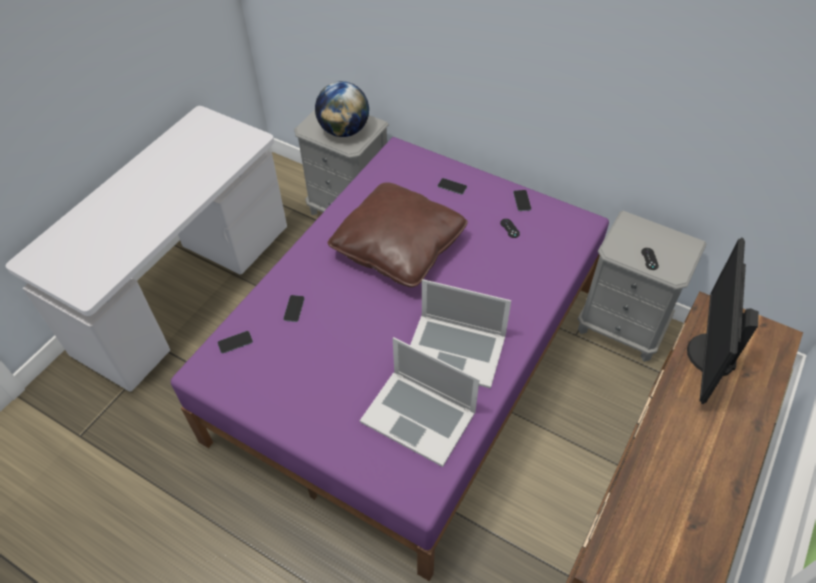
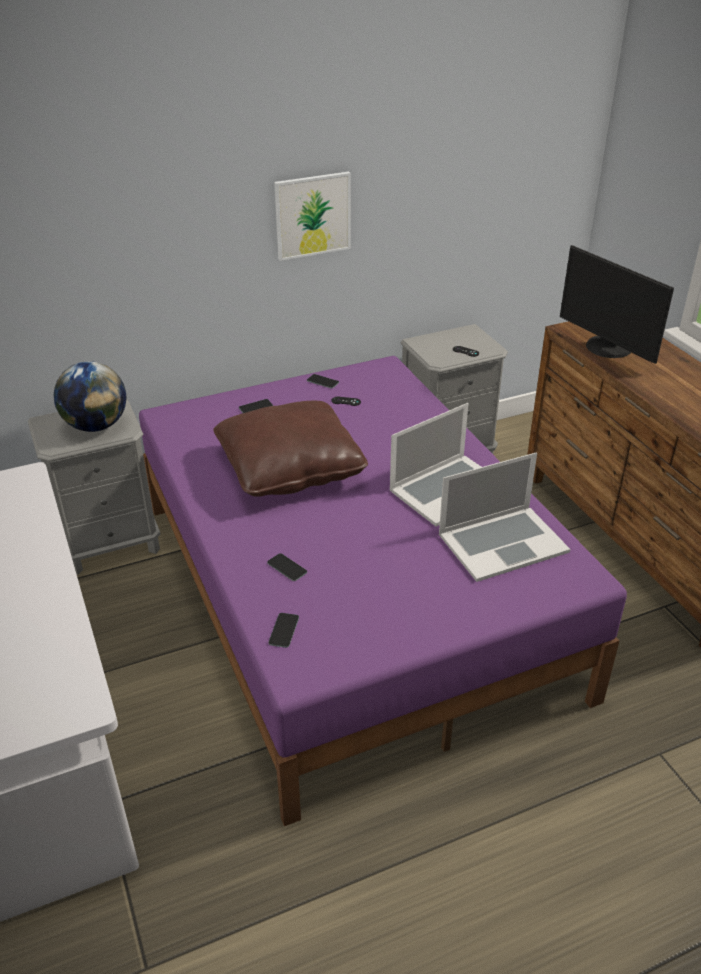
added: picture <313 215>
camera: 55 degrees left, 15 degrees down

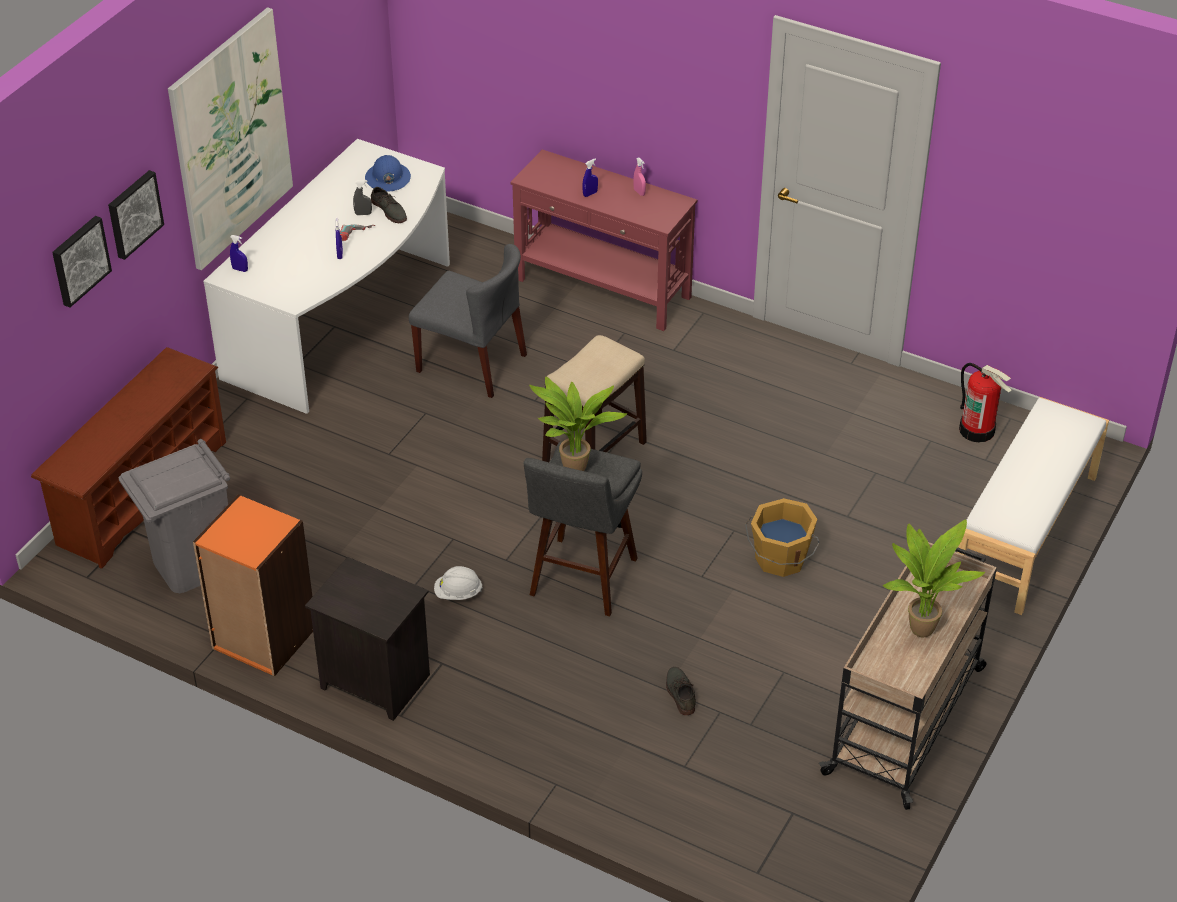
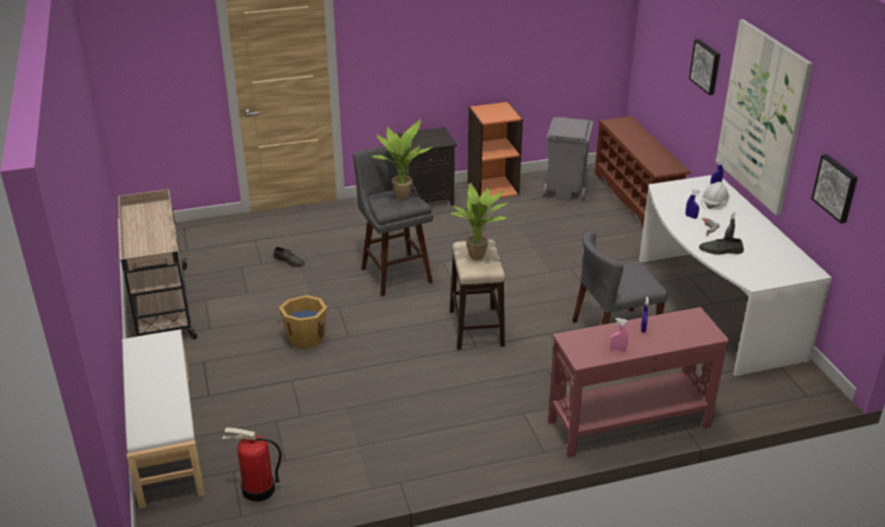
removed: hard hat (blue) <387 178>
moved: potted plant <919 627> to <479 257>; hard hat (white) <458 593> to <714 203>; picture <79 260> to <836 188>
camera: 135 degrees right, 10 degrees down

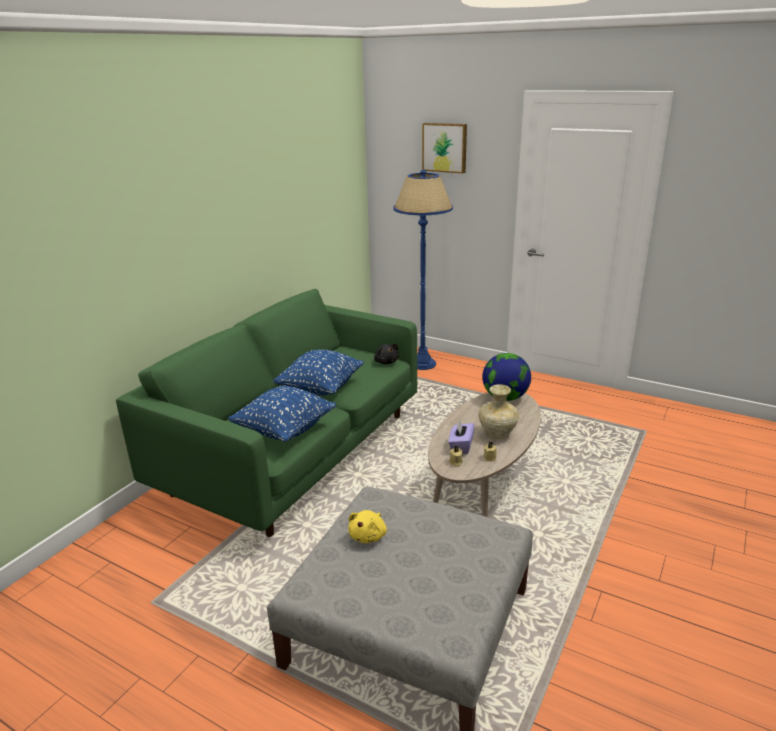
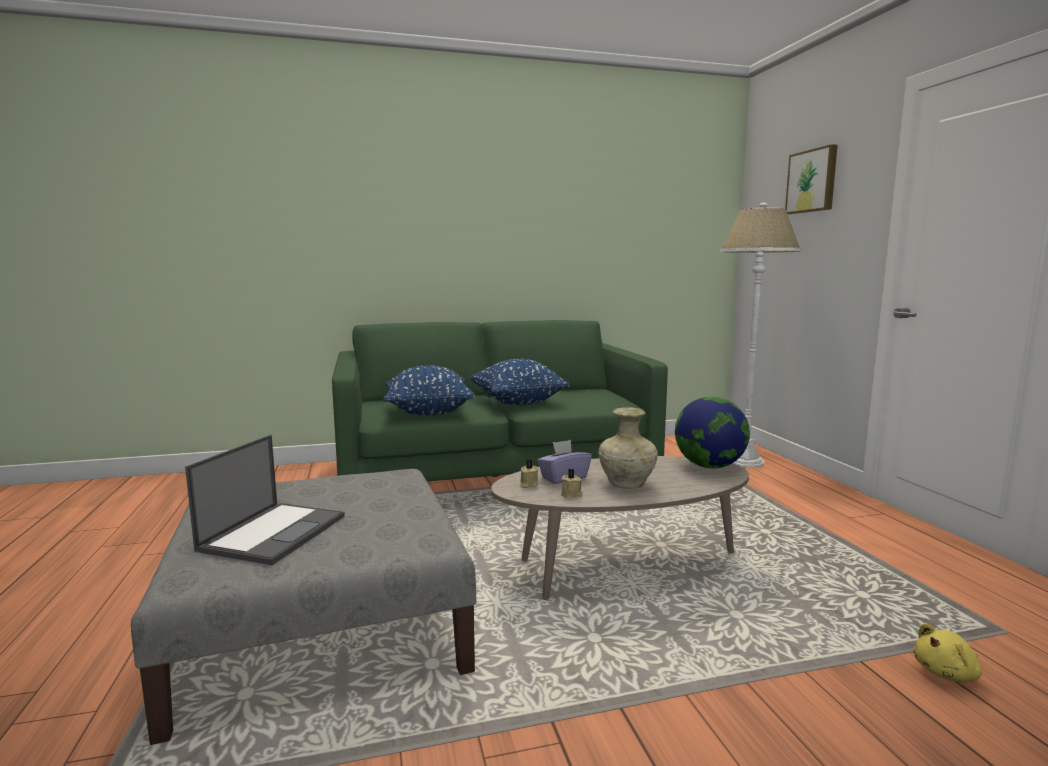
removed: plush toy (black) <386 362>
added: laptop <274 532>
moved: plush toy (yellow) <368 536> to <947 673>
recoloured: floor lamp (blue) <423 364> to floor lamp (white) <745 461>
camera: 45 degrees right, 15 degrees down

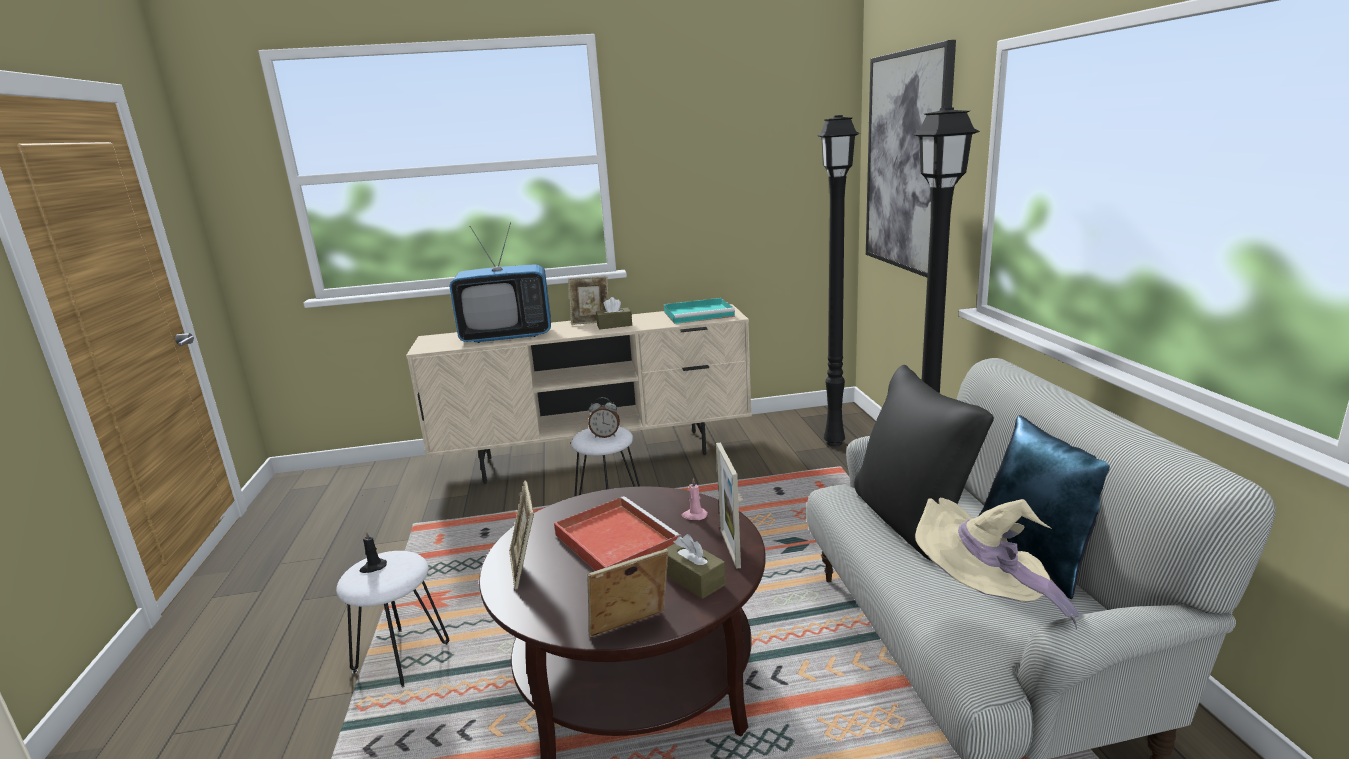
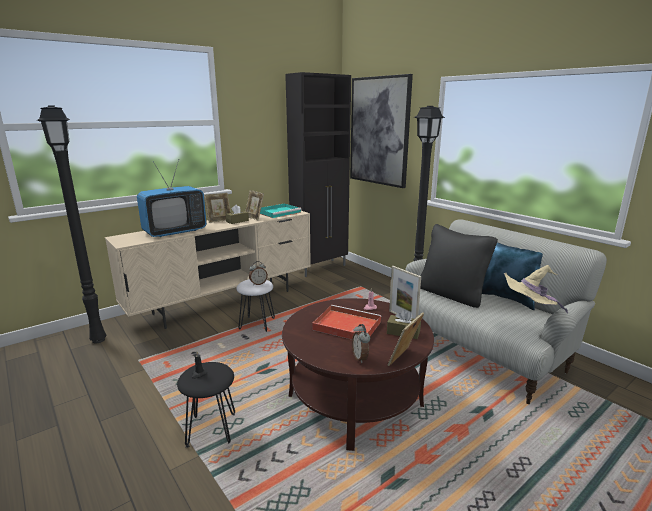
added: cabinet (black) <320 268>; alarm clock <360 358>
moved: floor lamp (black) <835 442> to <99 339>; picture frame <526 567> to <254 217>
recoloured: stool (white) <402 657> to stool (black) <211 429>
camera: 30 degrees left, 0 degrees up

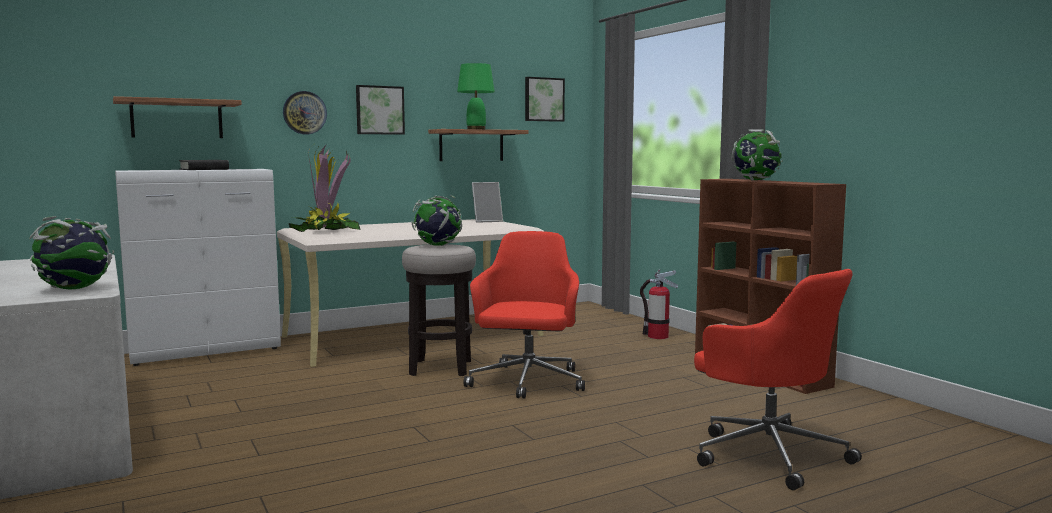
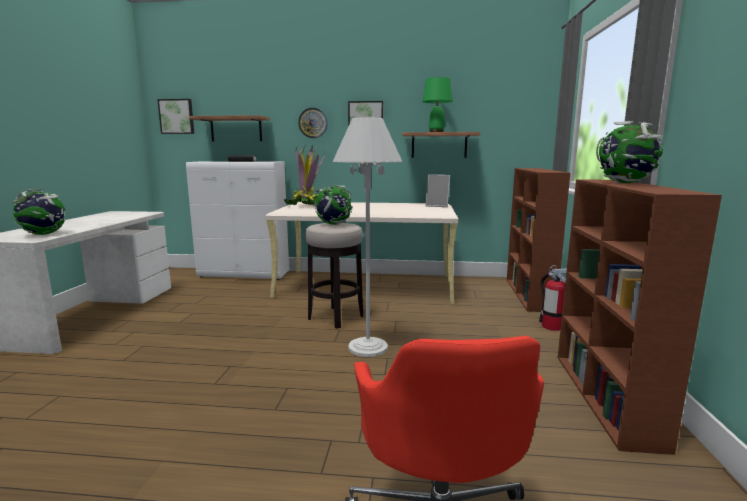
added: bookcase (brown) <529 295>
moved: picture <543 99> to <177 116>
replaced: office chair (red) <527 382> to floor lamp (white) <368 347>
camera: 35 degrees right, 5 degrees up

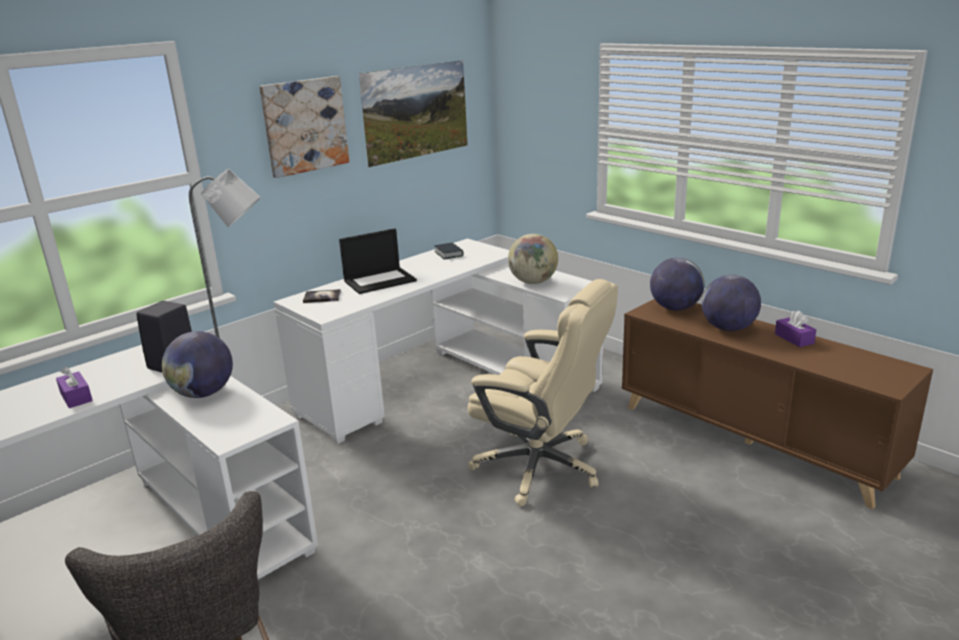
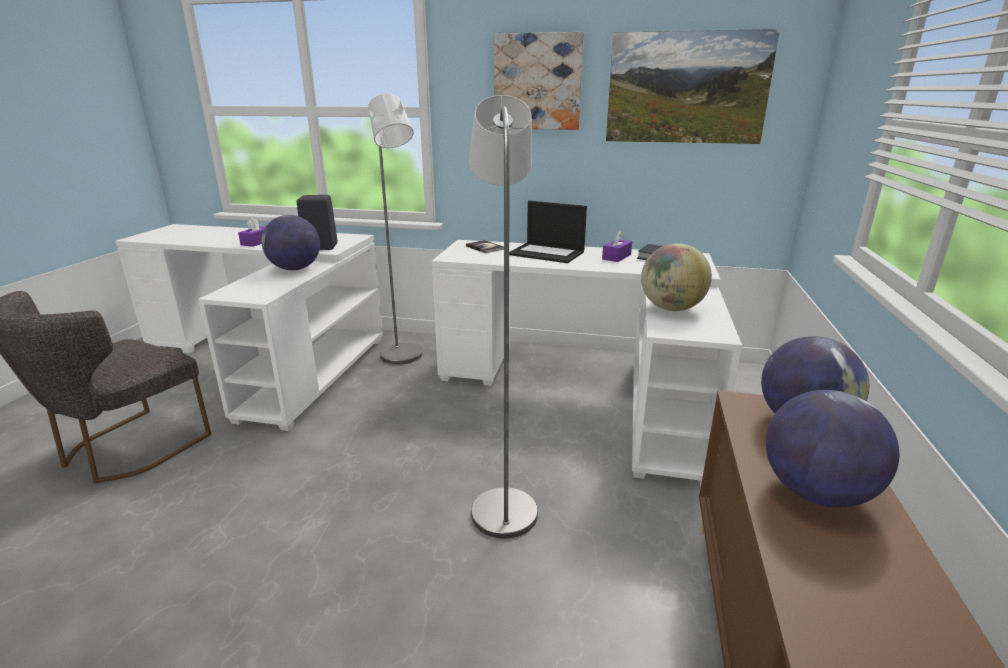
moved: tissue box (purple) <794 338> to <616 257>
replaced: office chair (beige) <541 467> to floor lamp (grey) <503 504>
camera: 55 degrees right, 0 degrees up

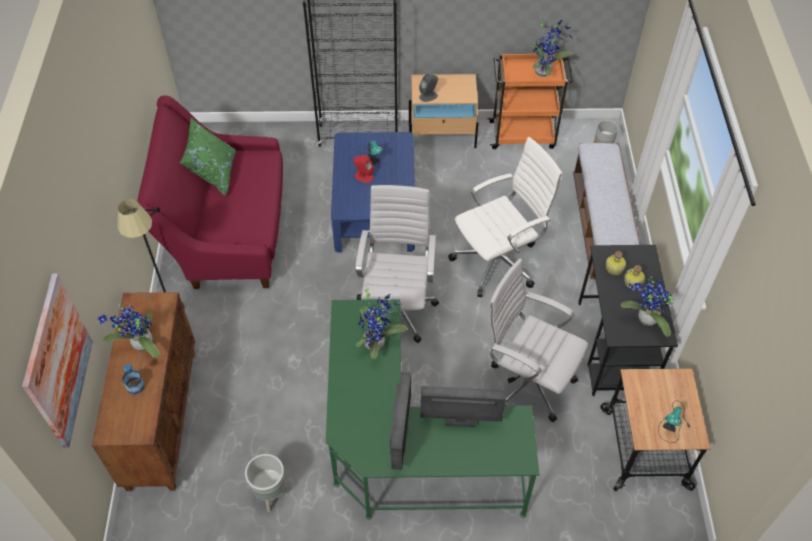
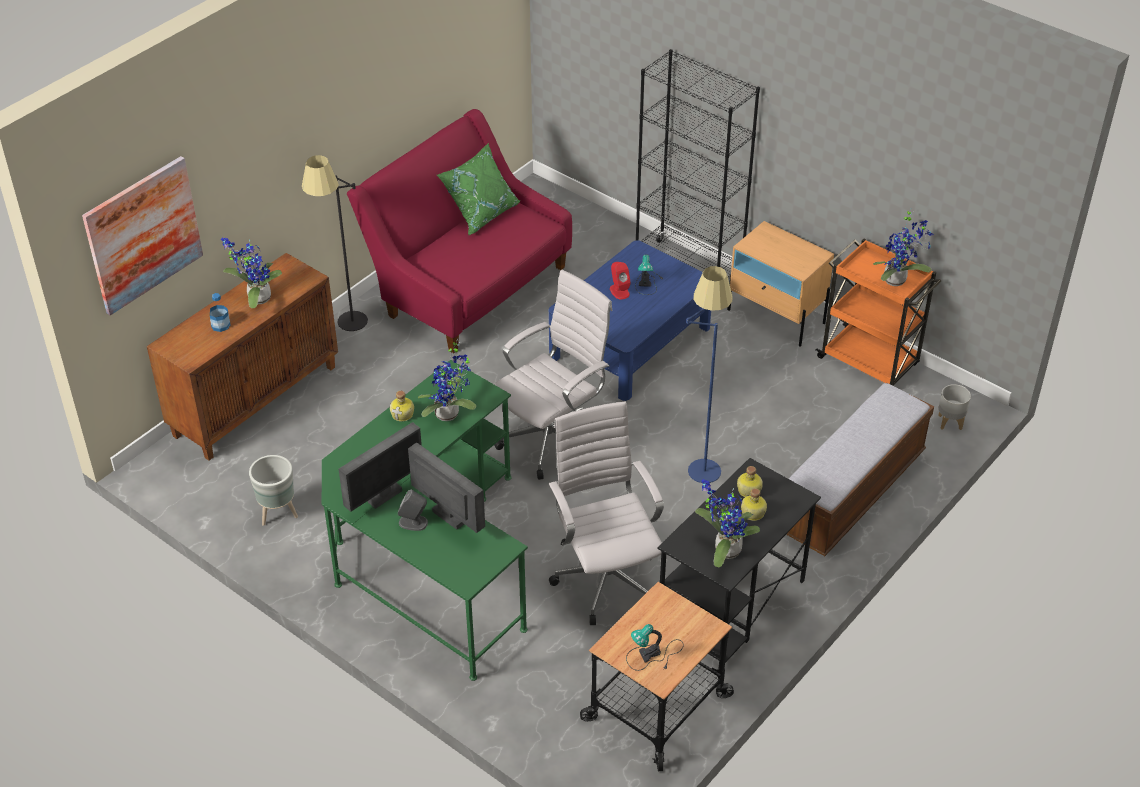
added: bottle <403 414>
moved: speaker (grey) <428 96> to <413 522>
replaced: office chair (white) <498 261> to floor lamp (blue) <701 460>
camera: 40 degrees right, 10 degrees down

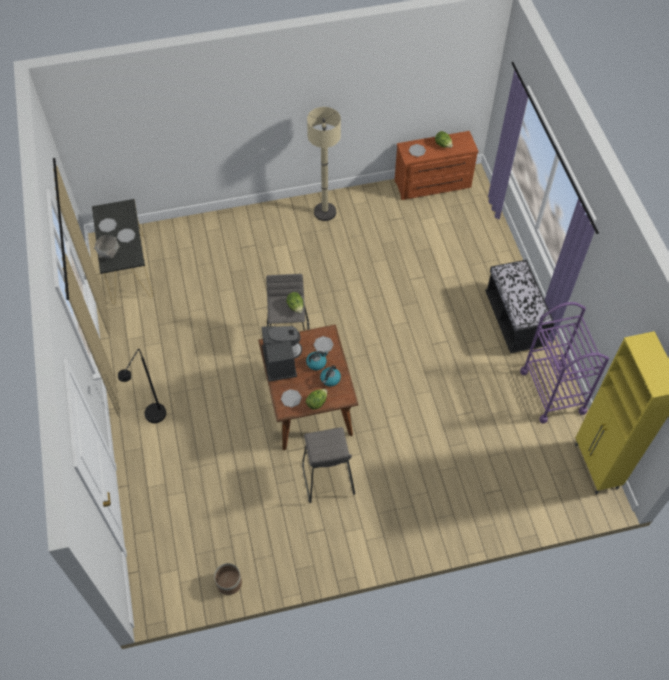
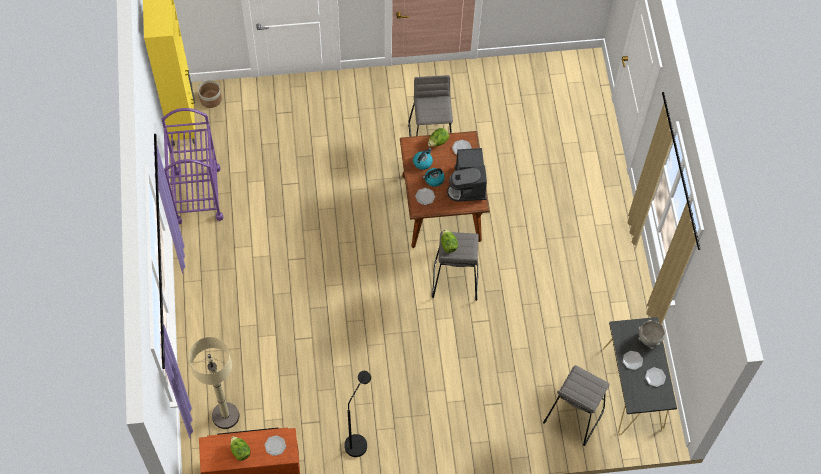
removed: bench (black) <514 320>
added: stool (grey) <573 416>
moved: floor lamp (beige) <325 212> to <225 416>; planter <229 582> to <211 99>; floor lamp (black) <153 419> to <358 440>
camera: 175 degrees left, 5 degrees up

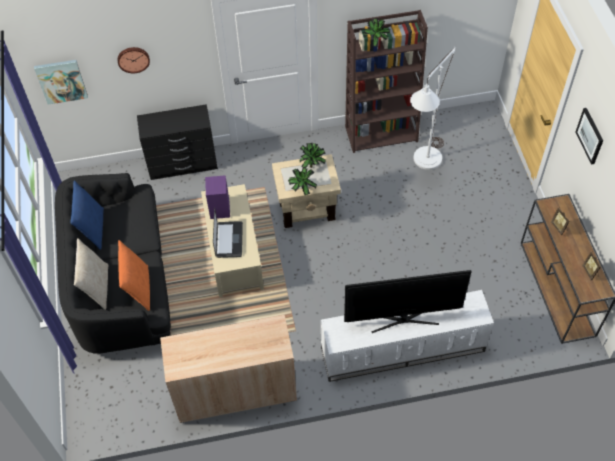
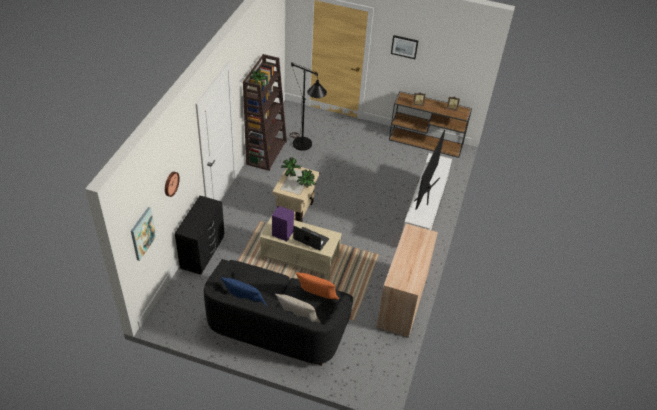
recoloured: floor lamp (white) <424 164> to floor lamp (black) <305 147>
camera: 65 degrees left, 10 degrees down

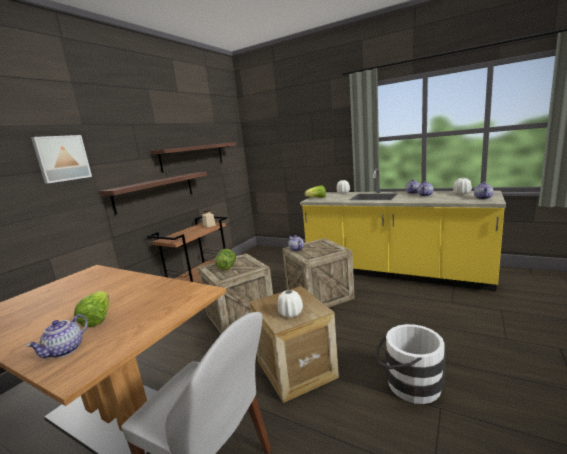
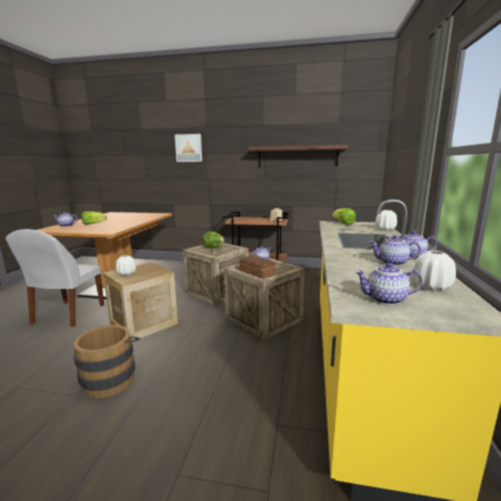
removed: shelf <155 191>
added: bread <257 272>
recoloured: bucket (white) <408 383> to bucket (brown) <111 378>
camera: 70 degrees right, 0 degrees up

